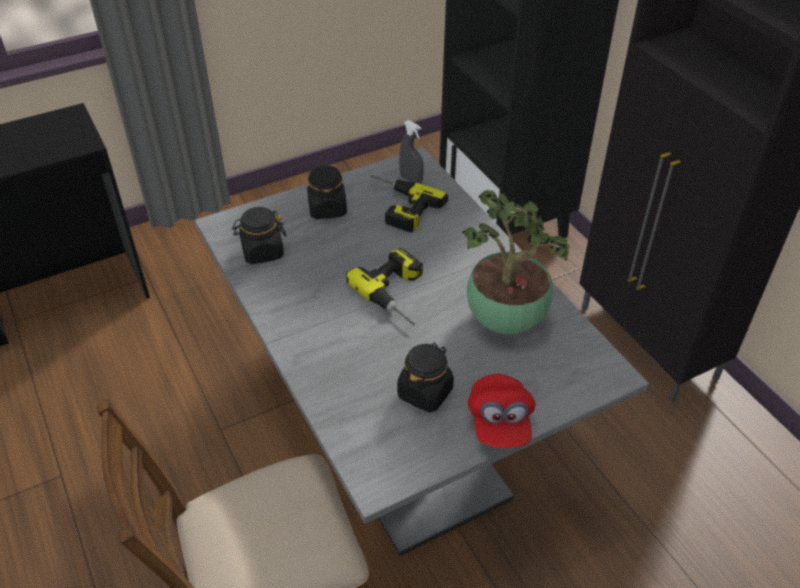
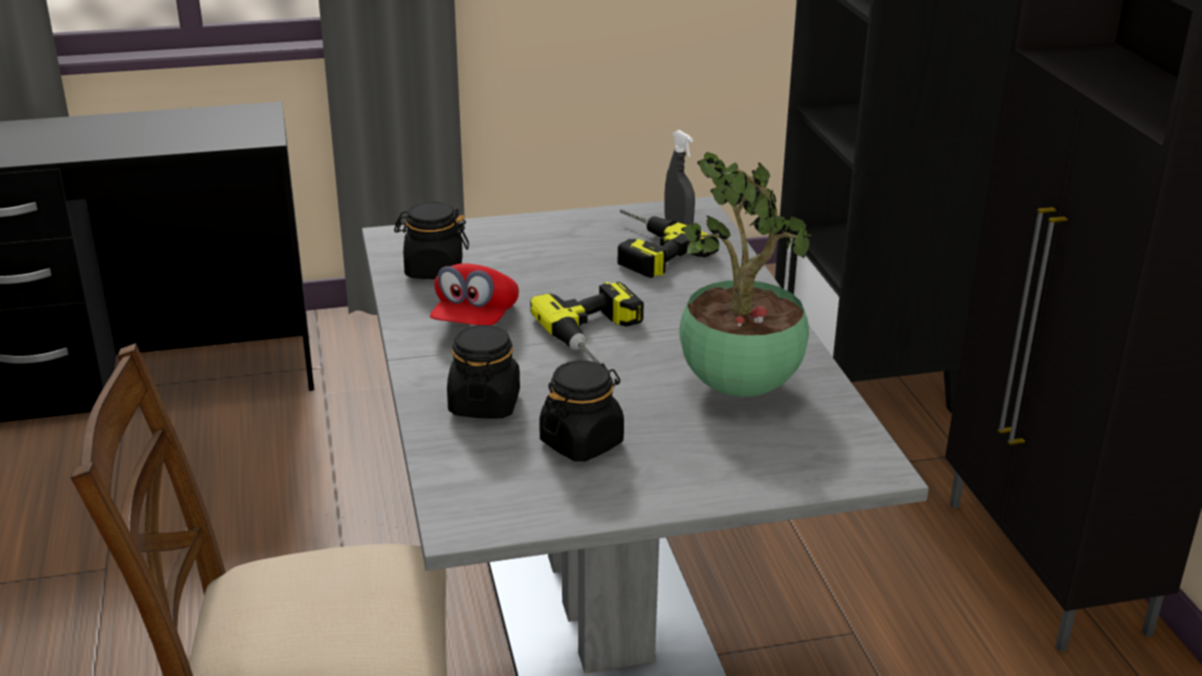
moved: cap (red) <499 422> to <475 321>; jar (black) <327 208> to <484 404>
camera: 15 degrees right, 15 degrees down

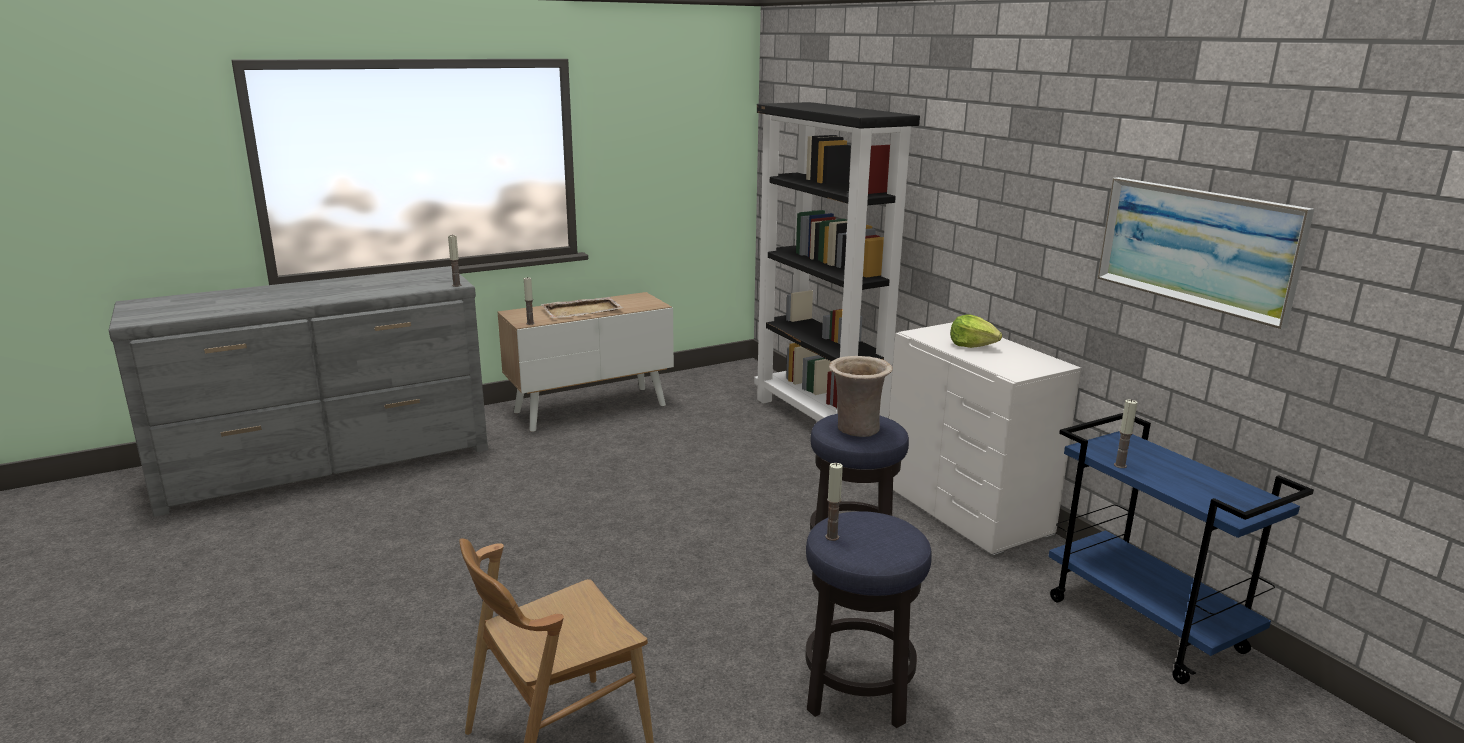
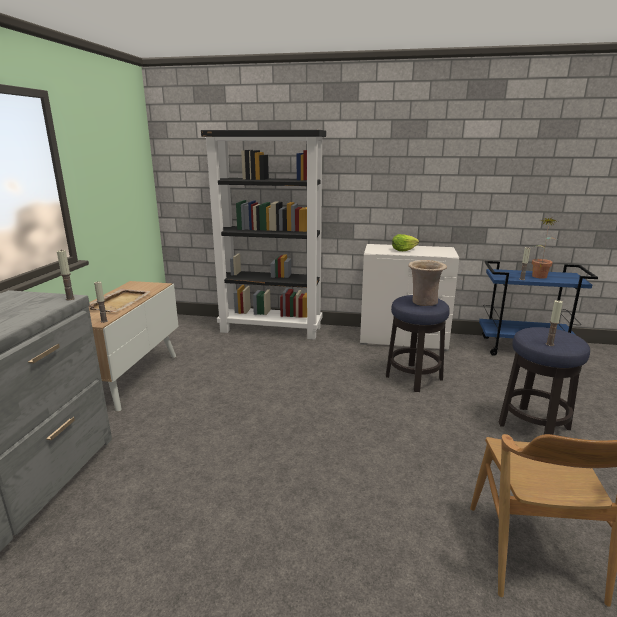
removed: picture <1197 247>
added: potted plant <539 275>
camera: 50 degrees left, 0 degrees up

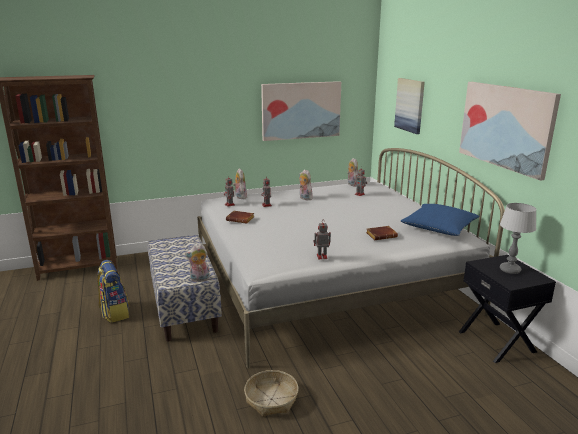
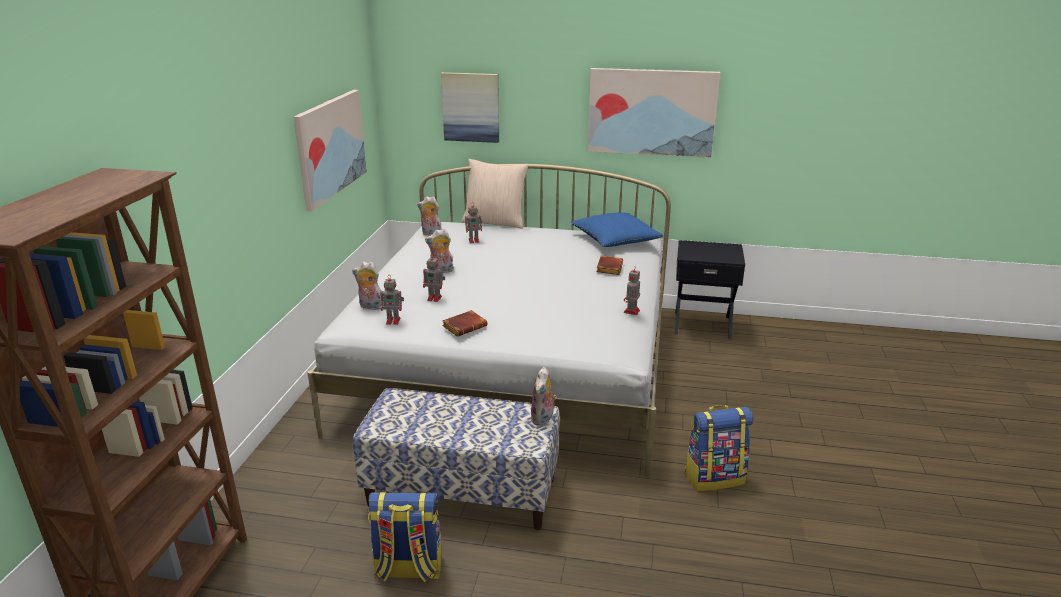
removed: table lamp <509 270>
added: pillow (beige) <495 222>
replaced: basket <271 399> to backpack <714 477>
camera: 60 degrees left, 5 degrees up

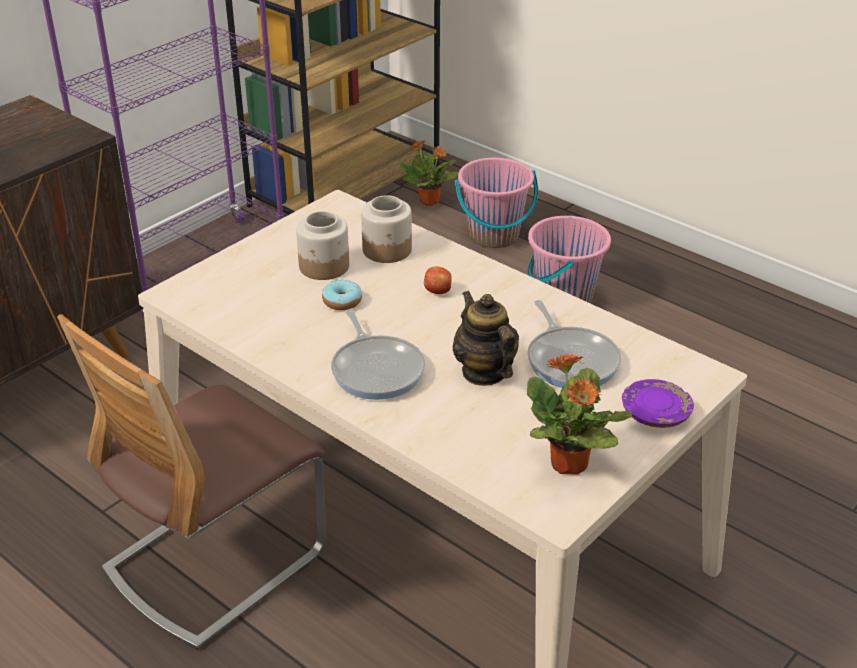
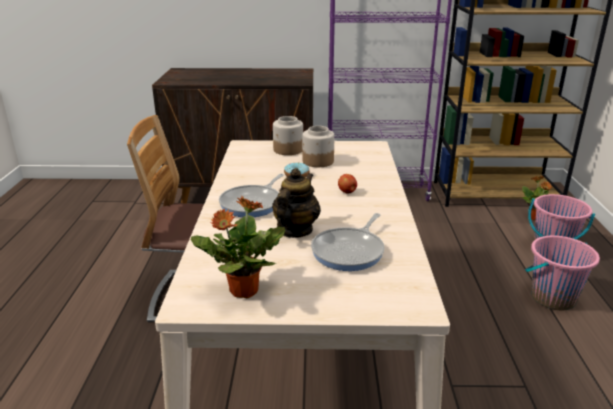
removed: plate (purple) <655 413>
moved: jar <387 250> to <288 150>
camera: 50 degrees right, 10 degrees down

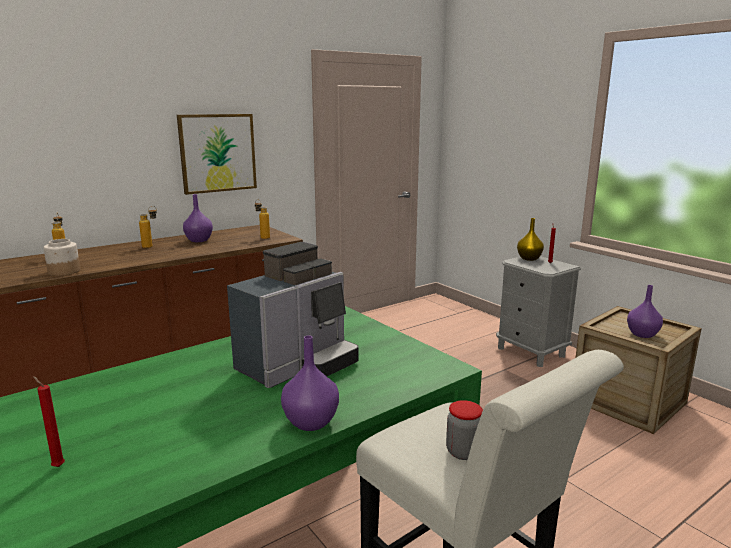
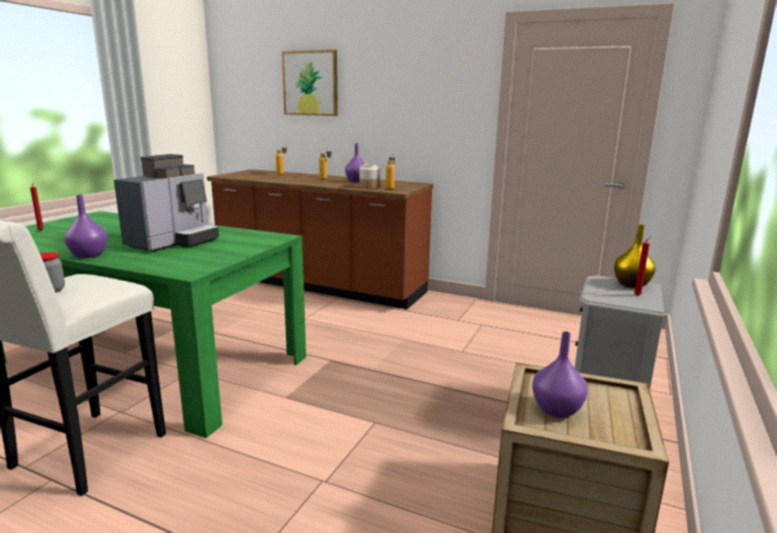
moved: picture <217 153> to <310 83>; jar <64 271> to <369 187>
turned: coffee machine <298 365> = <173 242> 75 degrees counterclockwise
camera: 60 degrees right, 0 degrees up

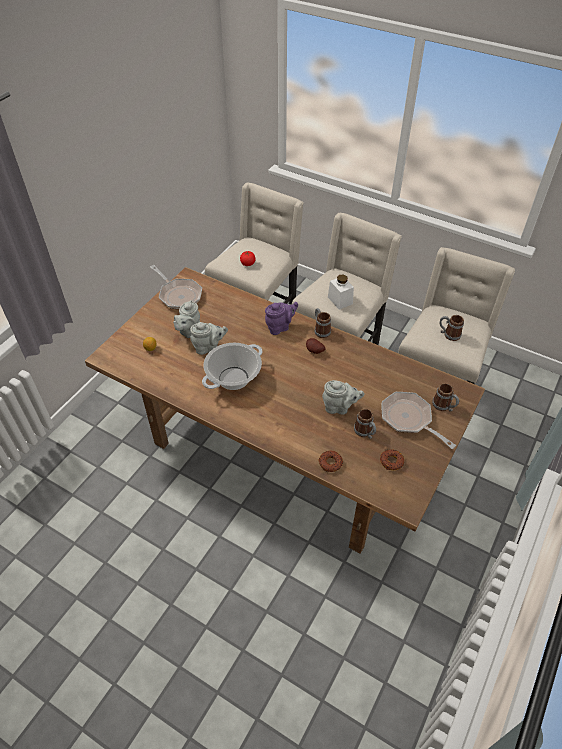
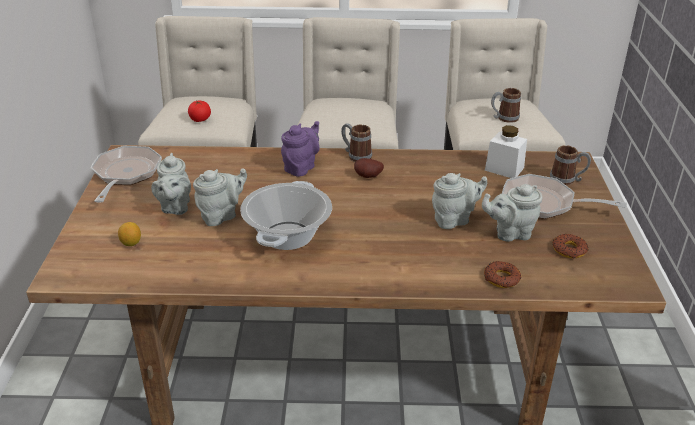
moved: jar (white) <340 300> to <504 169>
replaced: mug <365 432> to teapot (grey) <510 233>
turned: frying pan <178 295> = <125 175> 105 degrees counterclockwise
camera: 30 degrees left, 15 degrees down

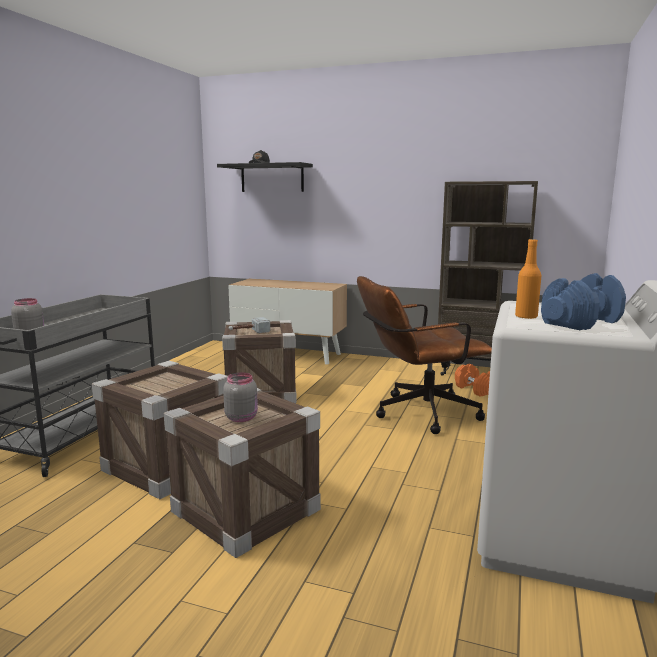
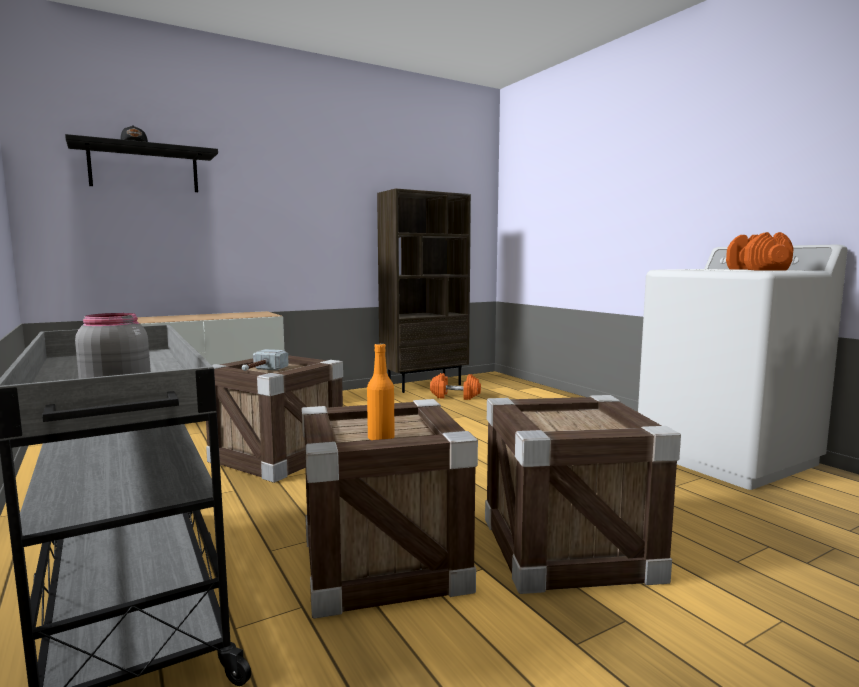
removed: jar (grey) <242 417>; office chair (brown) <417 413>
moved: bottle (orange) <526 317> to <381 439>
recoloured: dumbbell (blue) <581 322> to dumbbell (orange) <757 269>
camera: 50 degrees left, 5 degrees down

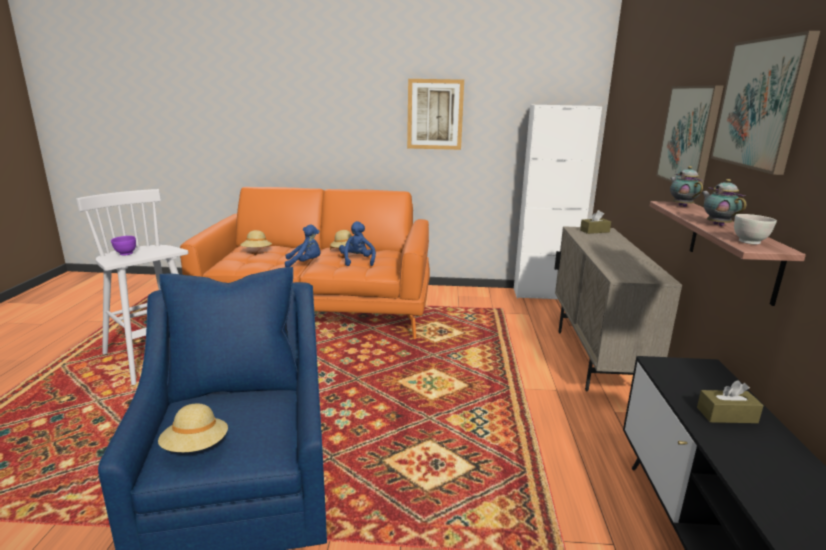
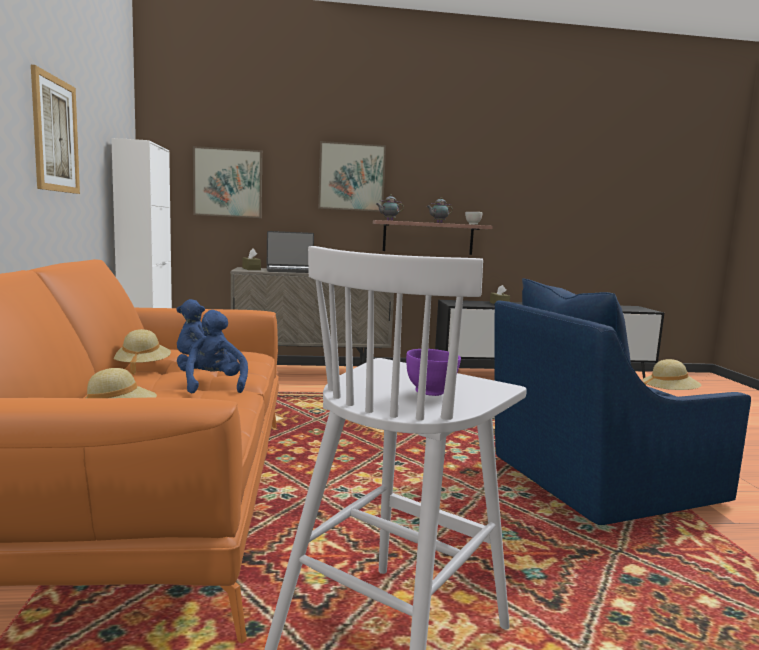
added: laptop <291 270>
moved: picture <761 104> to <228 183>
camera: 100 degrees left, 10 degrees down

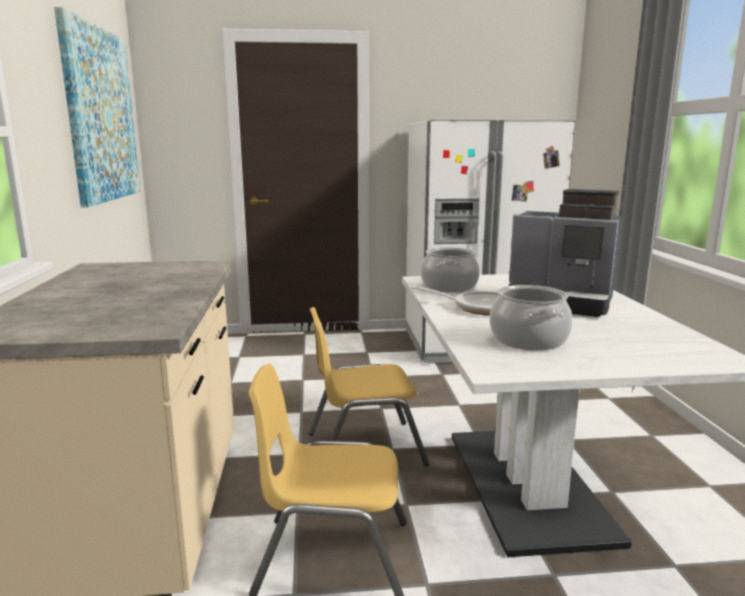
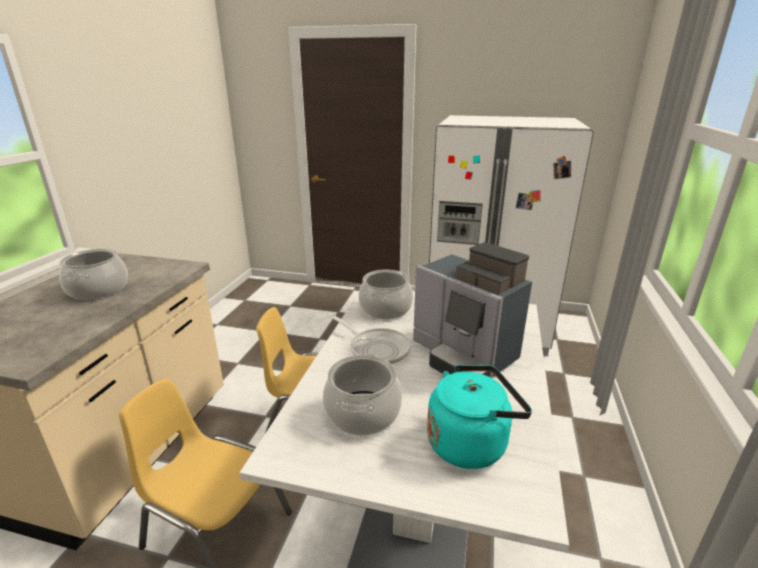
removed: picture <101 115>
added: cooking pot <98 289>; kettle (turquoise) <470 442>
camera: 20 degrees right, 10 degrees up

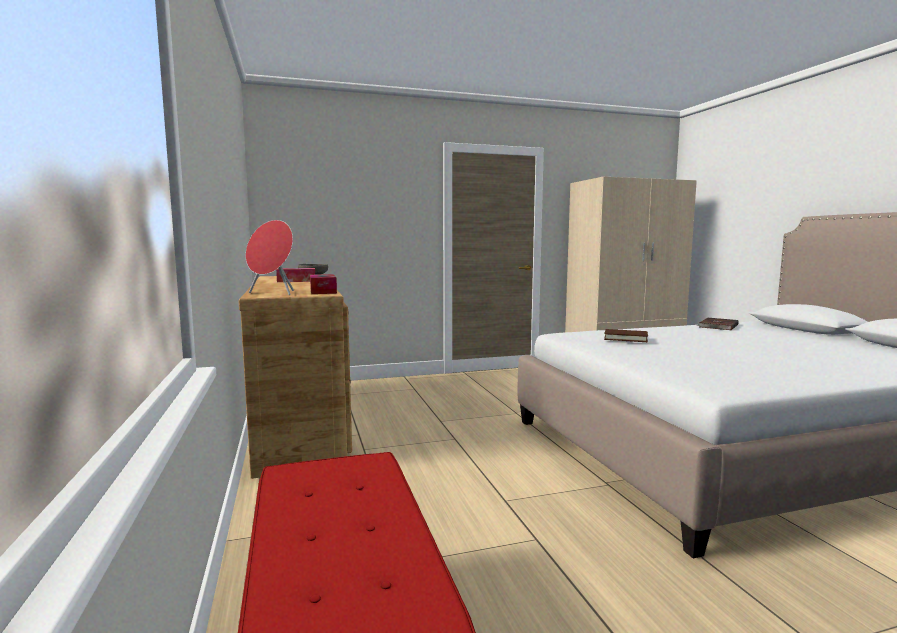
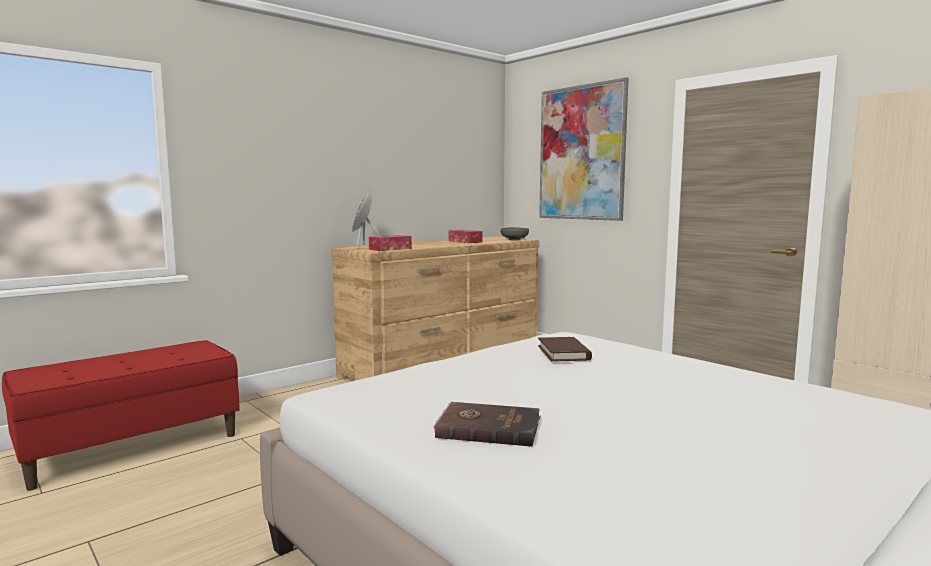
added: picture <581 153>
moved: book (brown) <717 326> to <488 427>
camera: 65 degrees right, 0 degrees up

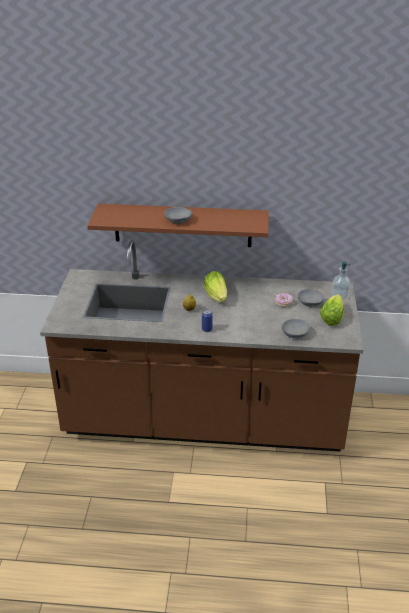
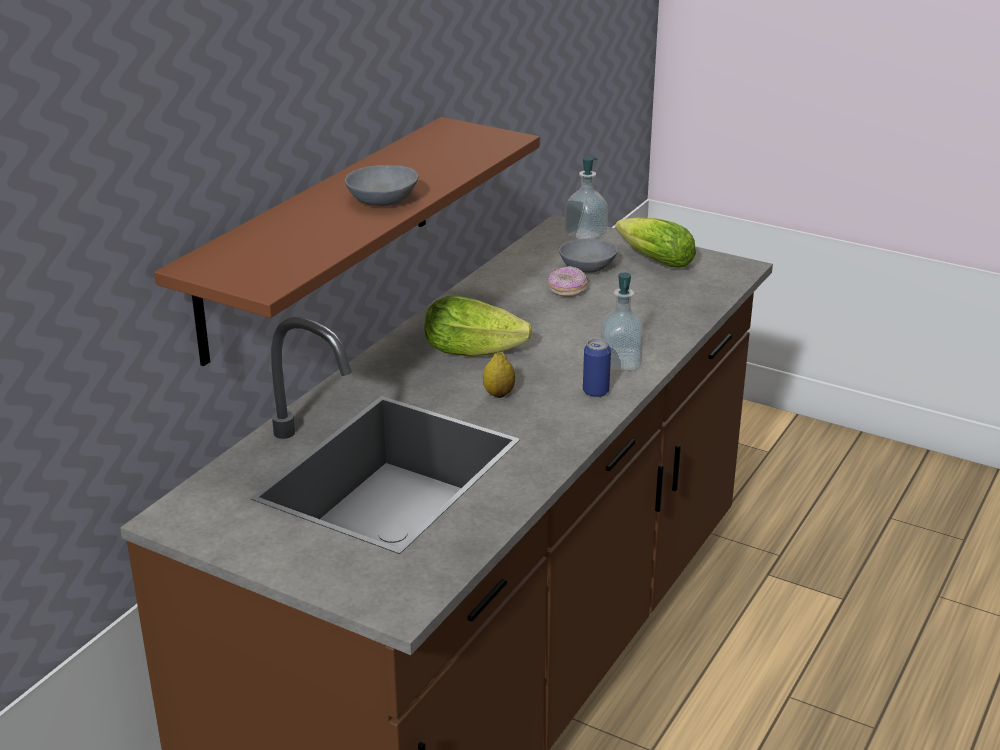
removed: bowl (grey) <294 333>
added: soap dispenser <620 362>
camera: 65 degrees left, 5 degrees down

